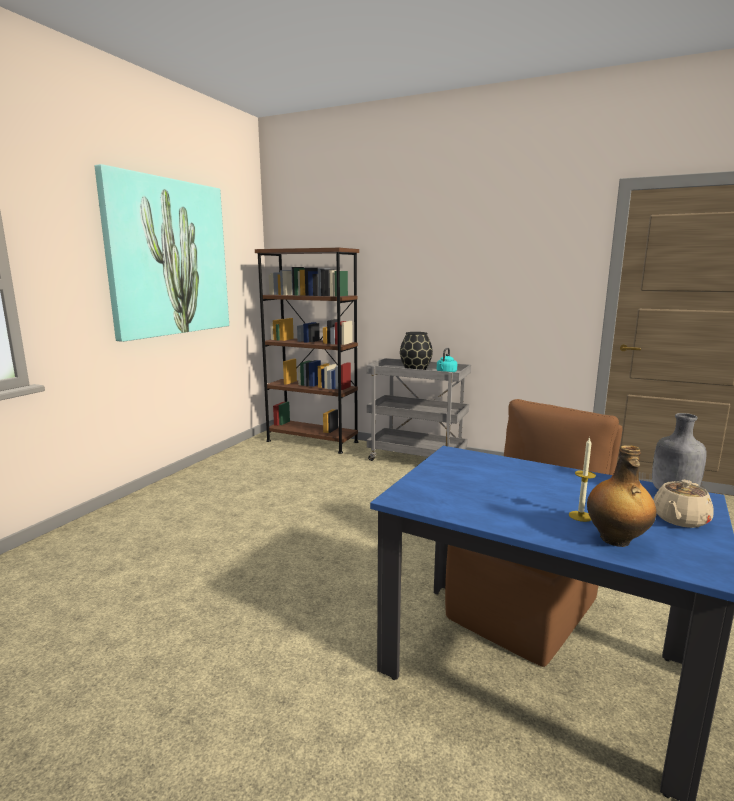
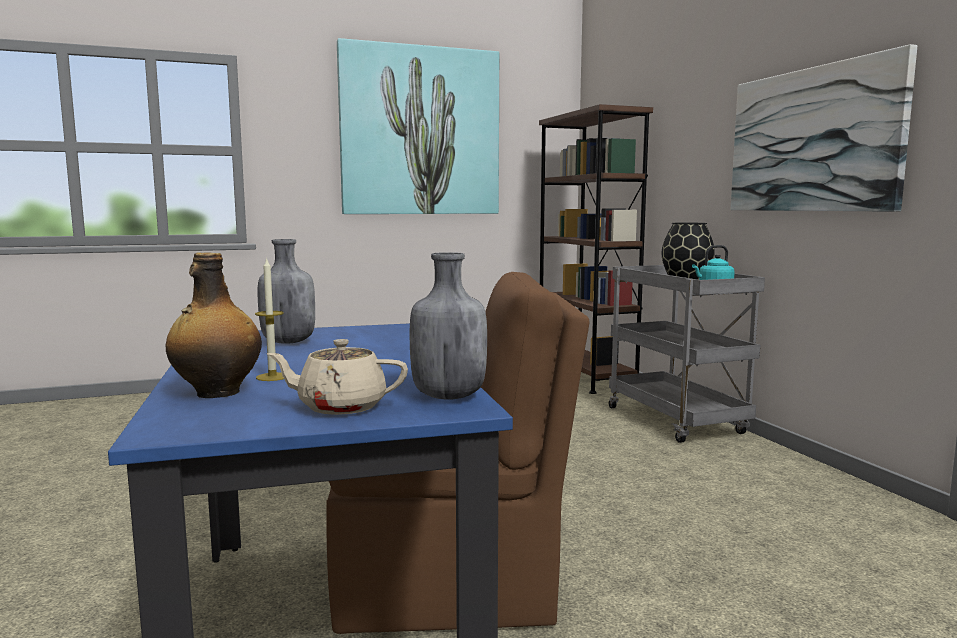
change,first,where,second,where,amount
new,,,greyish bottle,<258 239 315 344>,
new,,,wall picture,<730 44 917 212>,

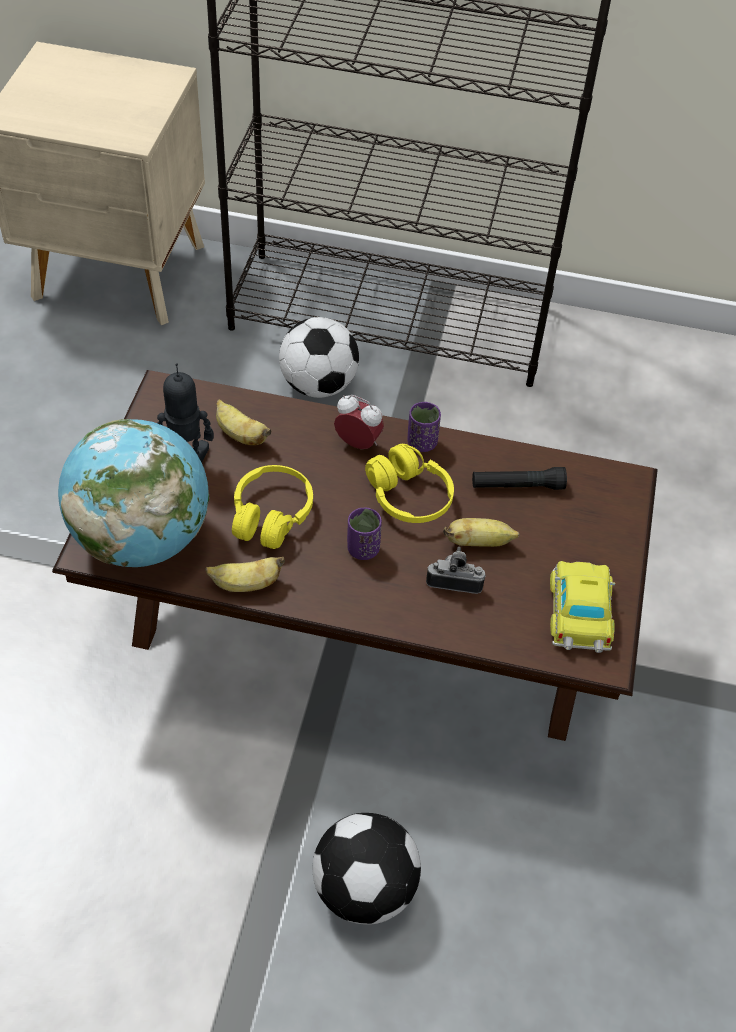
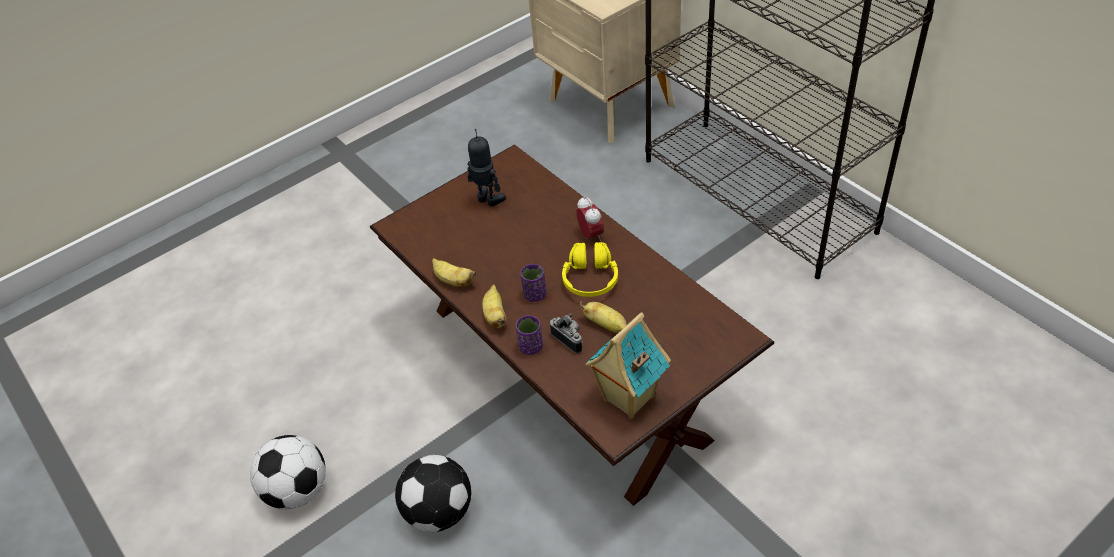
change,first,where,second,where,amount
shifted,ball for football,<279 317 359 398>,,<250 435 326 509>,
shifted,banana,<216 399 271 445>,,<482 285 506 328>,
shifted,purple cup,<407 402 441 452>,,<516 315 543 355>,
swapped,model car,<550 561 615 653>,miniature house,<585 312 671 419>,
gone,globe,<58 419 209 567>,,,
gone,yellow headset,<232 465 313 549>,,,
gone,black hand torch,<472 467 567 490>,,,

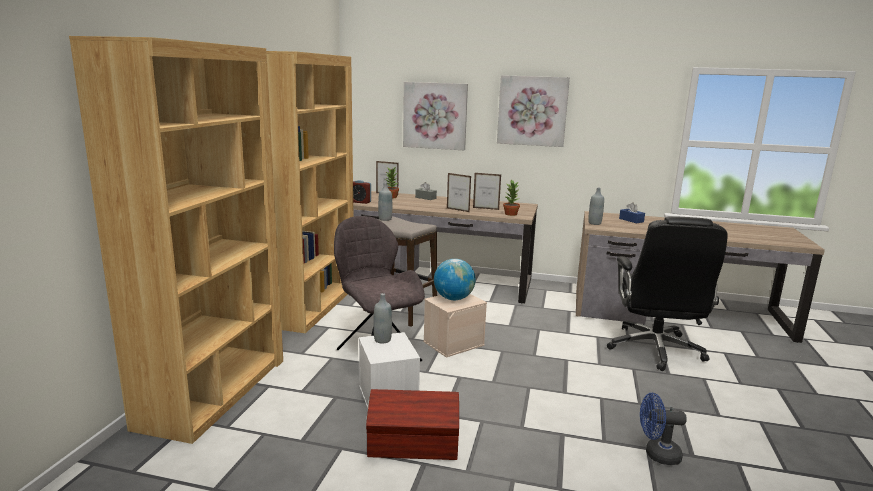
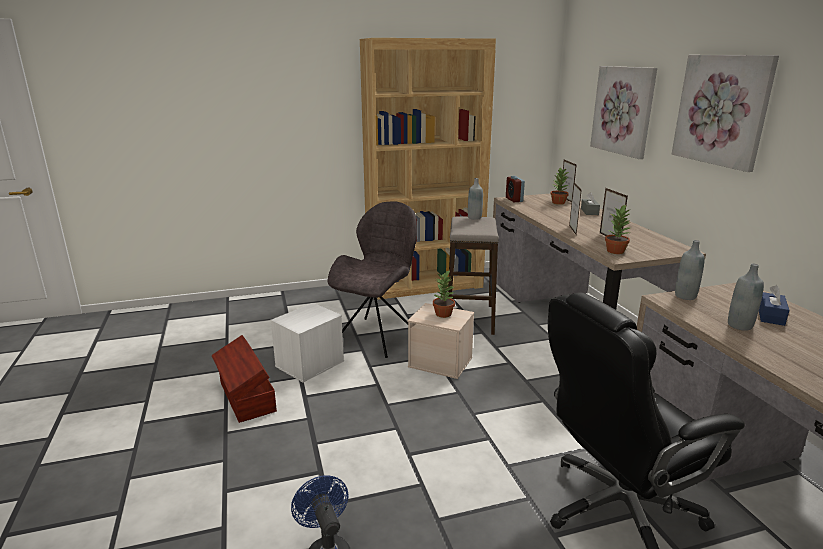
change,first,where,second,where,amount
swapped,globe,<434 259 476 300>,potted plant,<433 270 455 318>,
shifted,greyish bottle,<374 293 392 343>,,<728 263 764 331>,
gone,brown shelving unit,<69 36 283 444>,,,

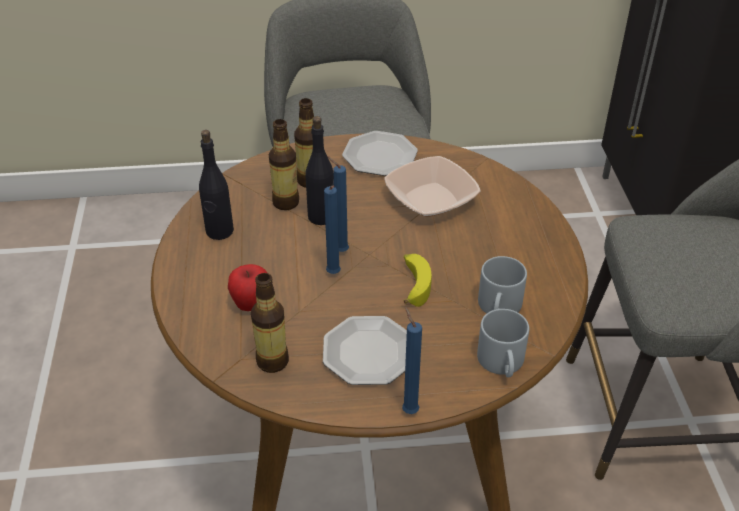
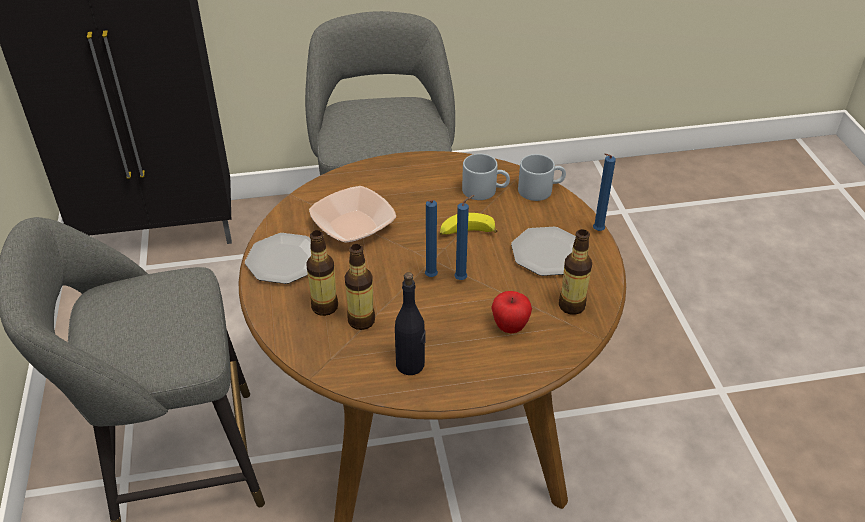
change,first,where,second,where,amount
gone,black bottle,<305 116 334 225>,,,

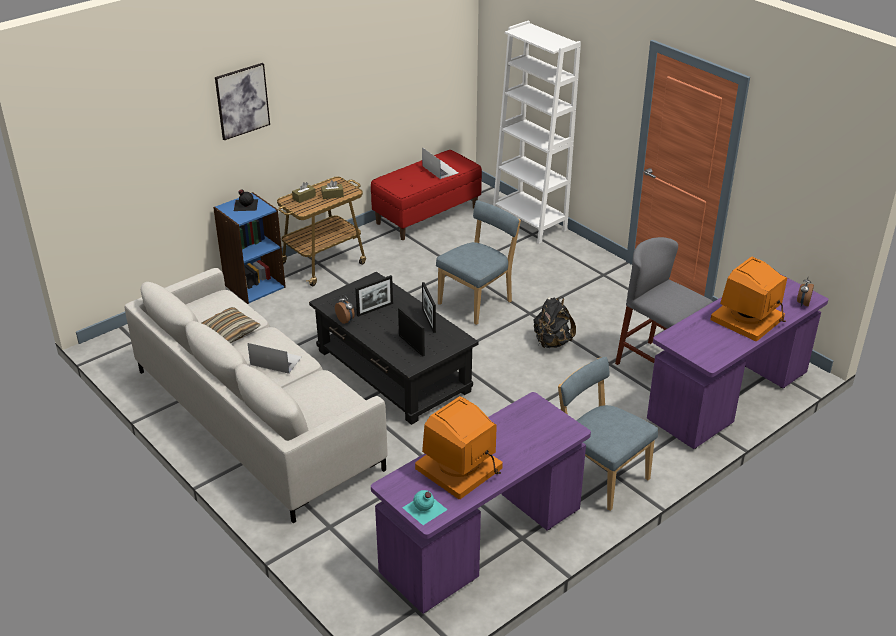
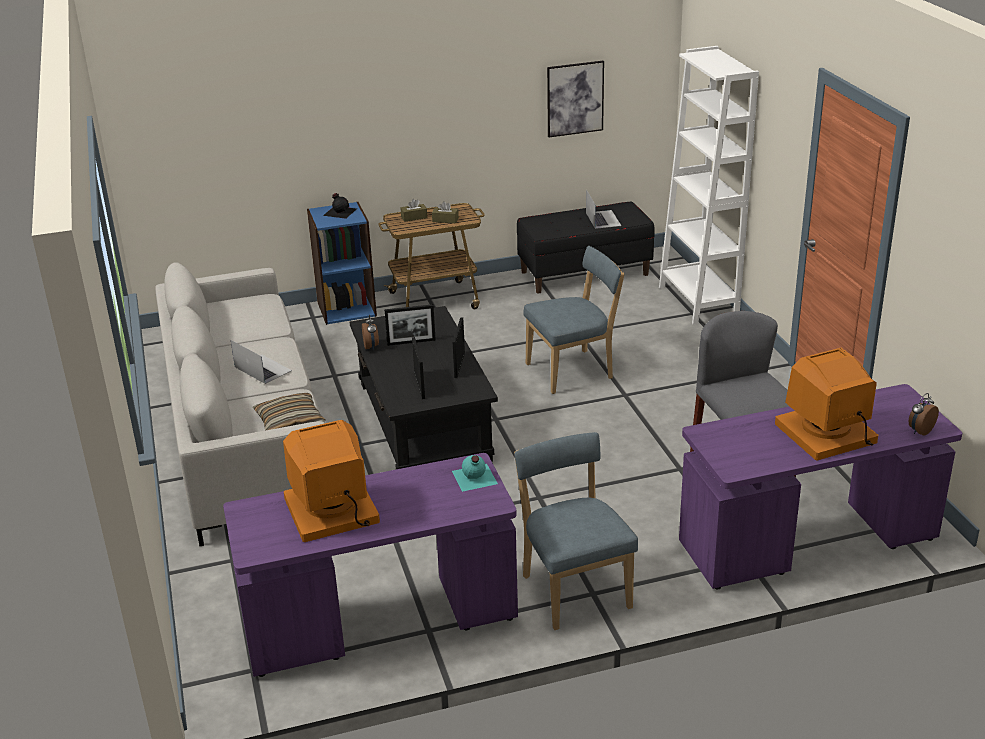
change,first,where,second,where,amount
shifted,cushion,<202 307 260 343>,,<253 393 326 431>,
shifted,blue-green bottle,<402 490 447 525>,,<452 455 498 492>,
repainted,reddish long seat,<371 150 482 240>,black long seat,<517 202 655 294>,
shifted,wall picture,<215 63 270 140>,,<547 61 604 137>,
gone,black backpack,<533 297 576 348>,,,

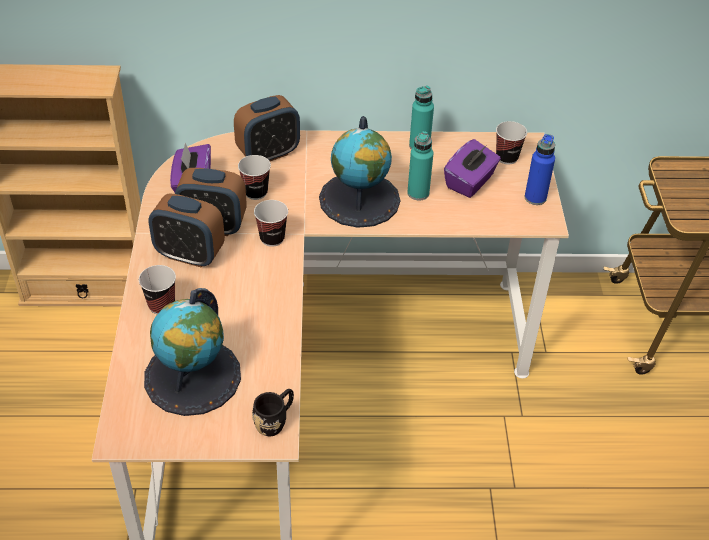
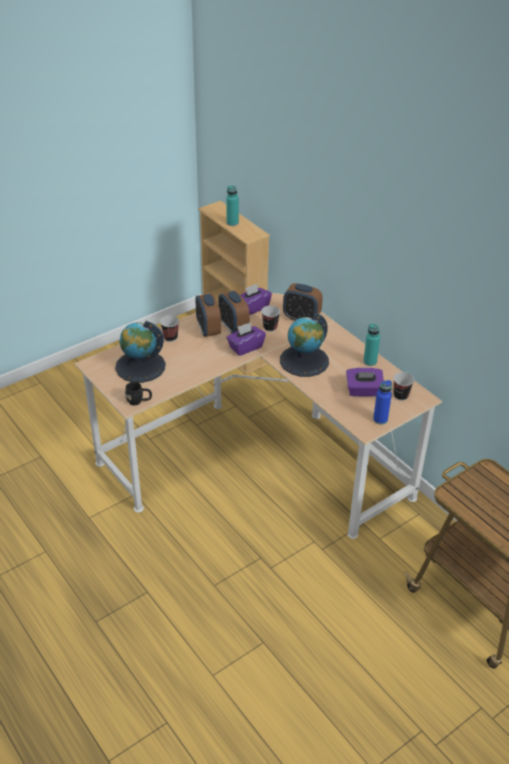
change,first,where,second,where,amount
shifted,blue-green bottle,<407 131 434 201>,,<226 186 239 226>,
swapped,cup,<254 200 288 247>,purple tissue box,<226 322 266 356>,

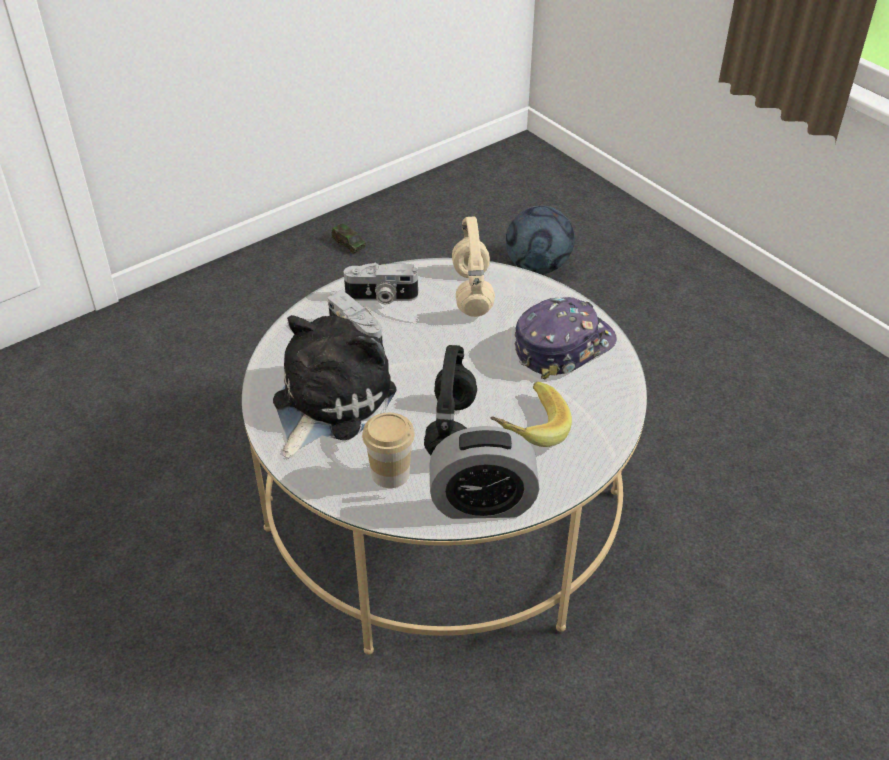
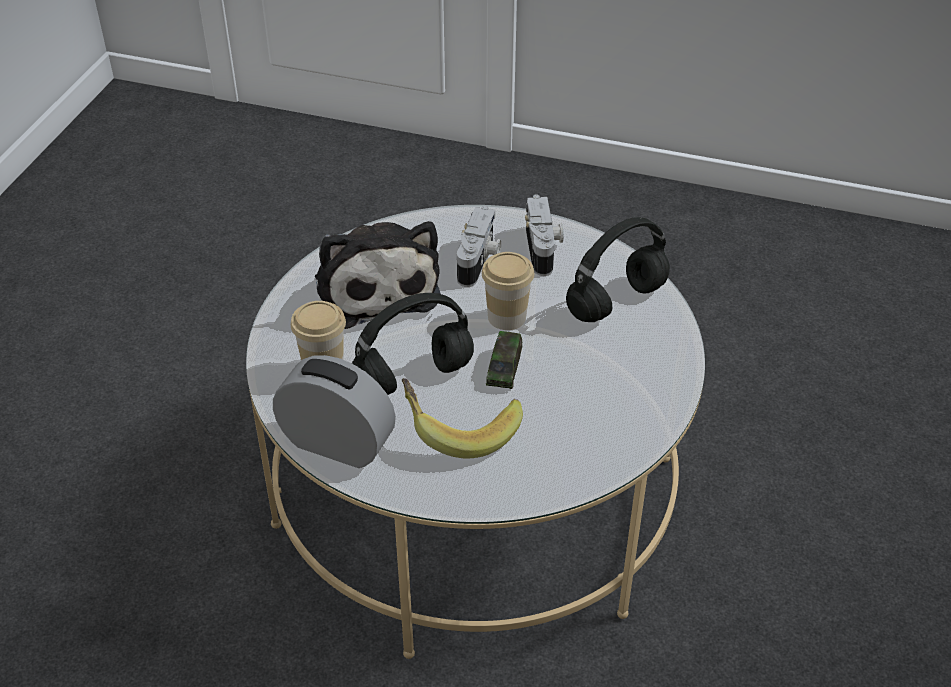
change,first,where,second,where,amount
rotated,table clock,<429 426 540 519>,,<273 355 396 468>,150 degrees clockwise
rotated,plush toy,<273 315 397 458>,,<315 221 441 329>,75 degrees clockwise
new,,,cup,<482 252 534 330>,
shifted,model car,<332 223 366 254>,,<486 331 522 389>,
rotated,photo camera,<344 263 418 304>,,<525 194 563 276>,150 degrees counterclockwise
repainted,beige headset,<452 217 495 317>,black headset,<566 217 670 322>,
gone,ball for football,<506 206 575 275>,,,
gone,peaked cap,<514 297 617 379>,,,

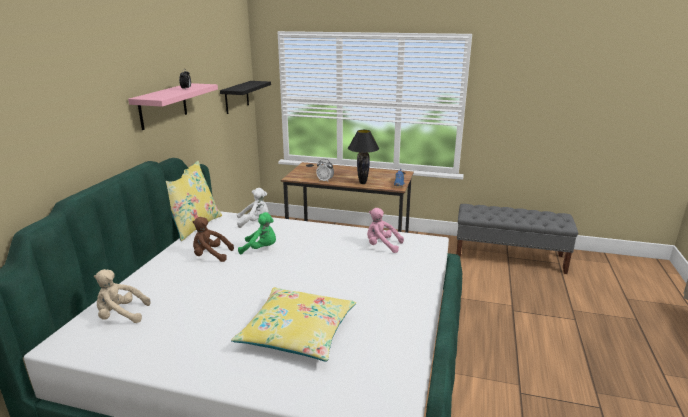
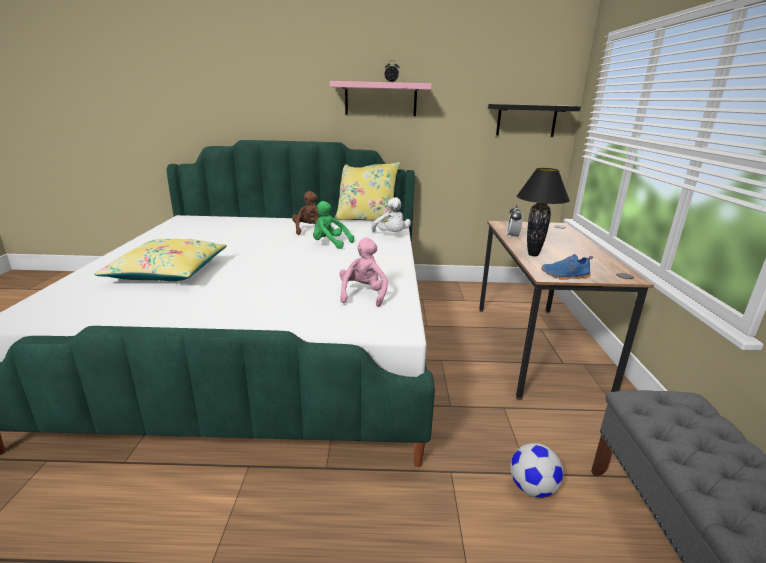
change,first,where,second,where,amount
rotated,green plush toy,<238 212 276 254>,,<313 201 354 249>,120 degrees clockwise
new,,,ball for football,<510 443 564 498>,
gone,beige plush toy,<94 269 151 323>,,,

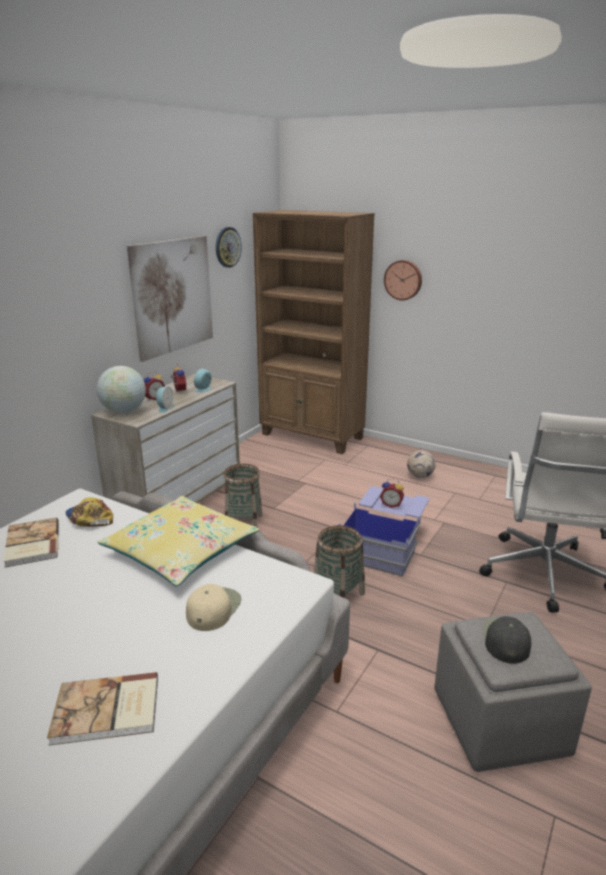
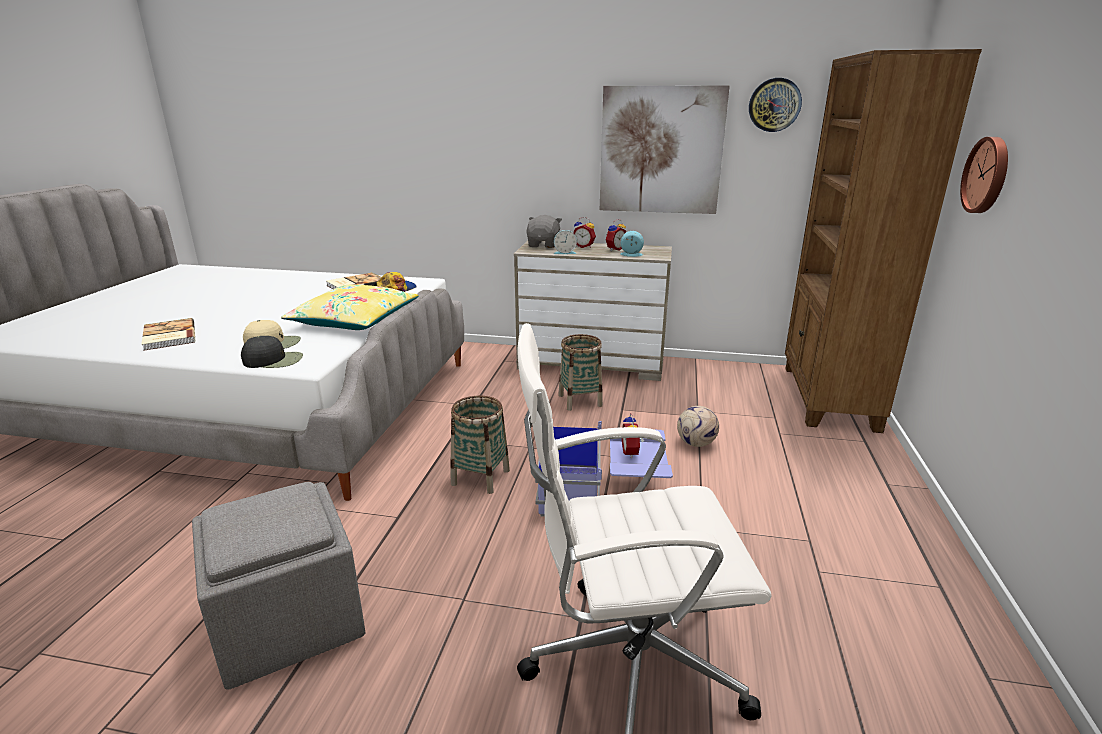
change,first,where,second,where,amount
shifted,black peaked cap,<484 616 531 664>,,<241 336 303 368>,
swapped,globe,<97 366 146 413>,greyish plush toy,<526 215 562 248>,
shifted,ball for football,<407 450 436 478>,,<677 406 719 447>,

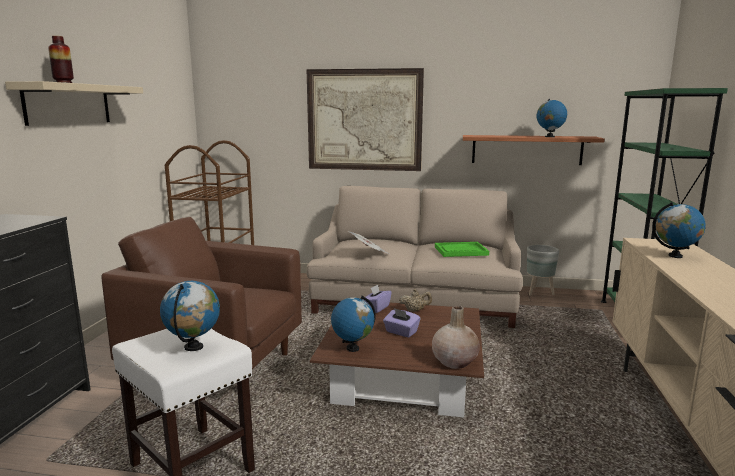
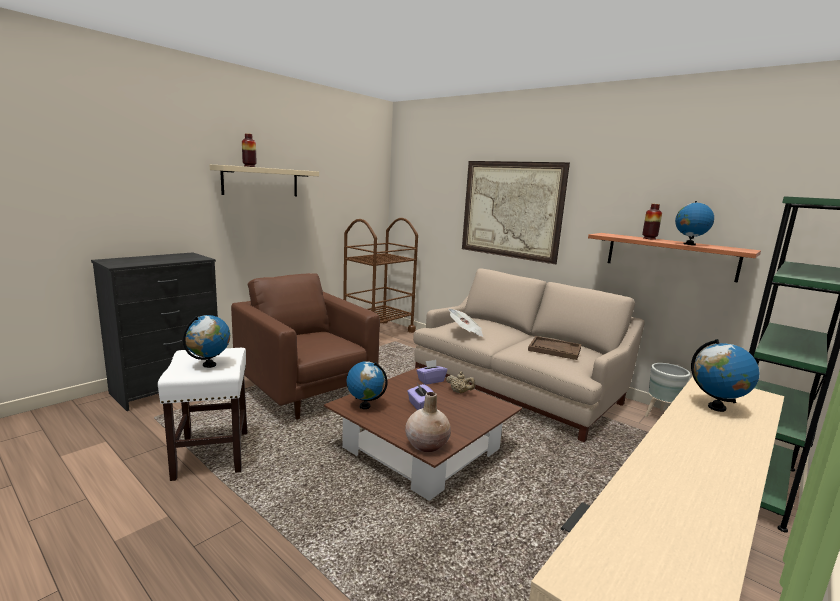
change,first,where,second,where,amount
repainted,green carrying tray,<435 242 489 257>,brown carrying tray,<528 336 582 360>,
new,,,vase,<642 204 662 240>,

